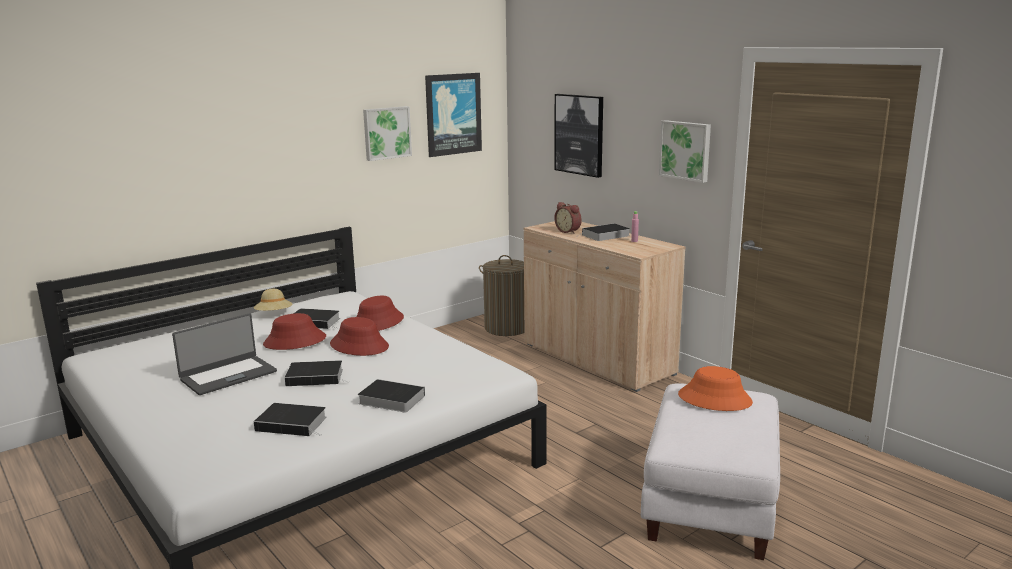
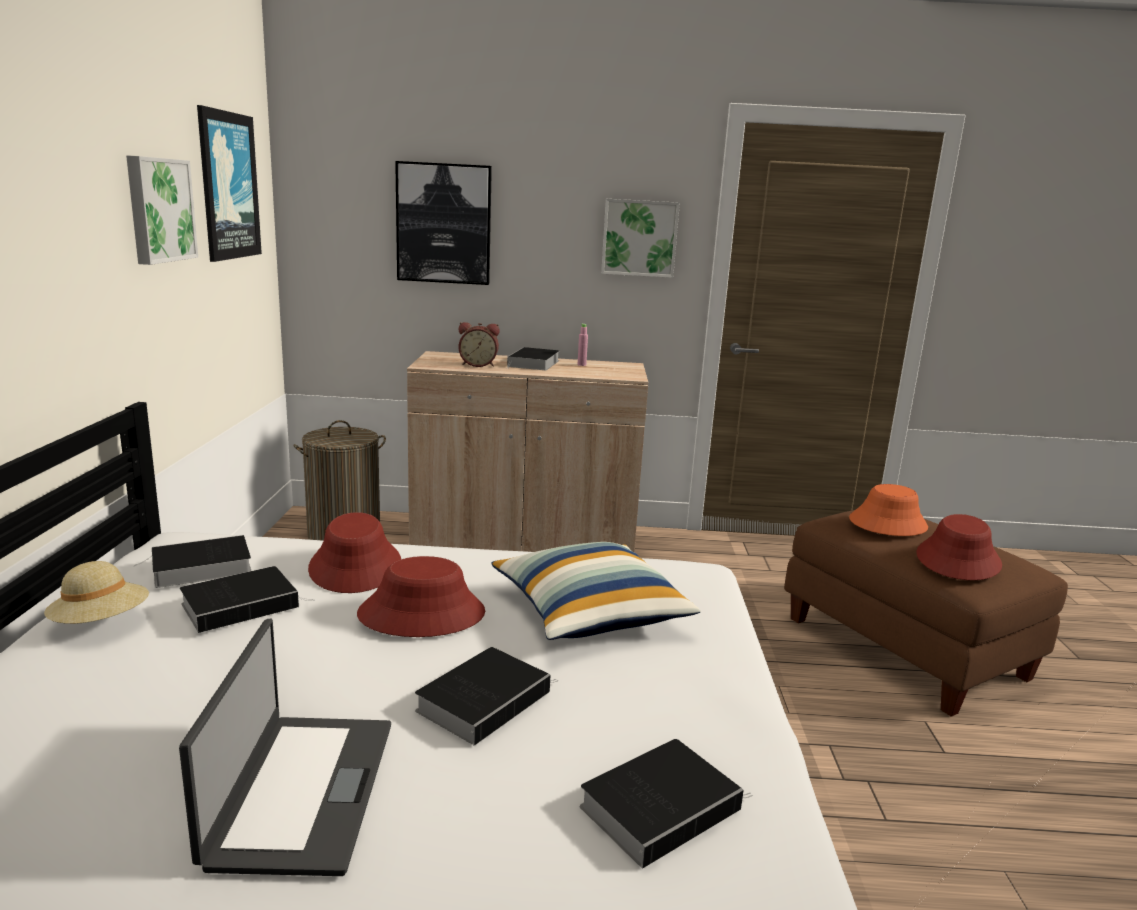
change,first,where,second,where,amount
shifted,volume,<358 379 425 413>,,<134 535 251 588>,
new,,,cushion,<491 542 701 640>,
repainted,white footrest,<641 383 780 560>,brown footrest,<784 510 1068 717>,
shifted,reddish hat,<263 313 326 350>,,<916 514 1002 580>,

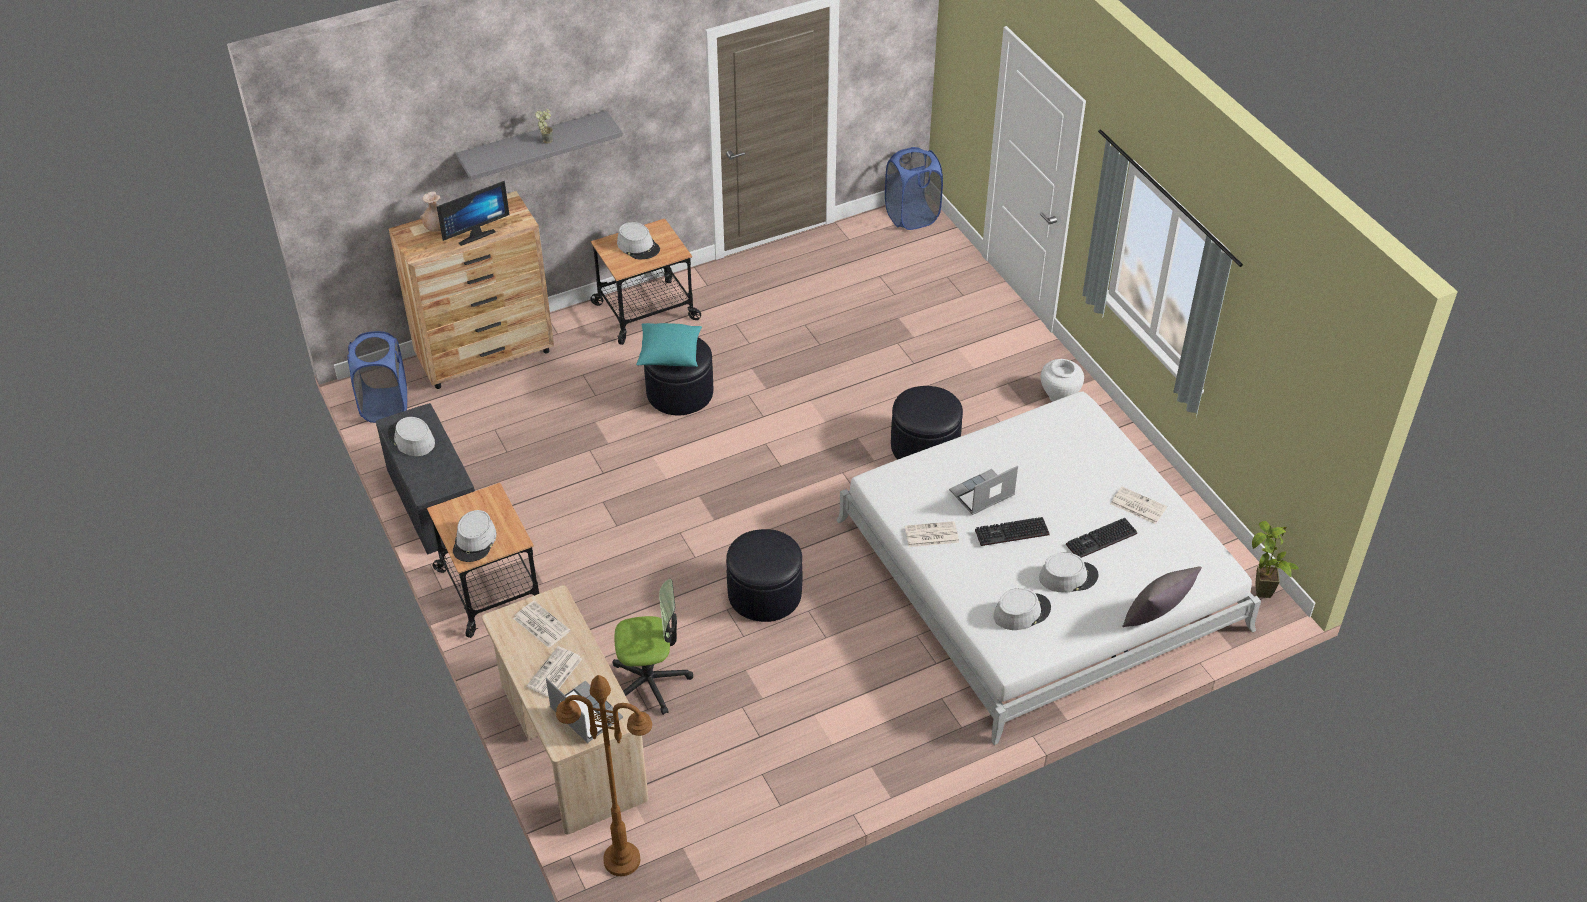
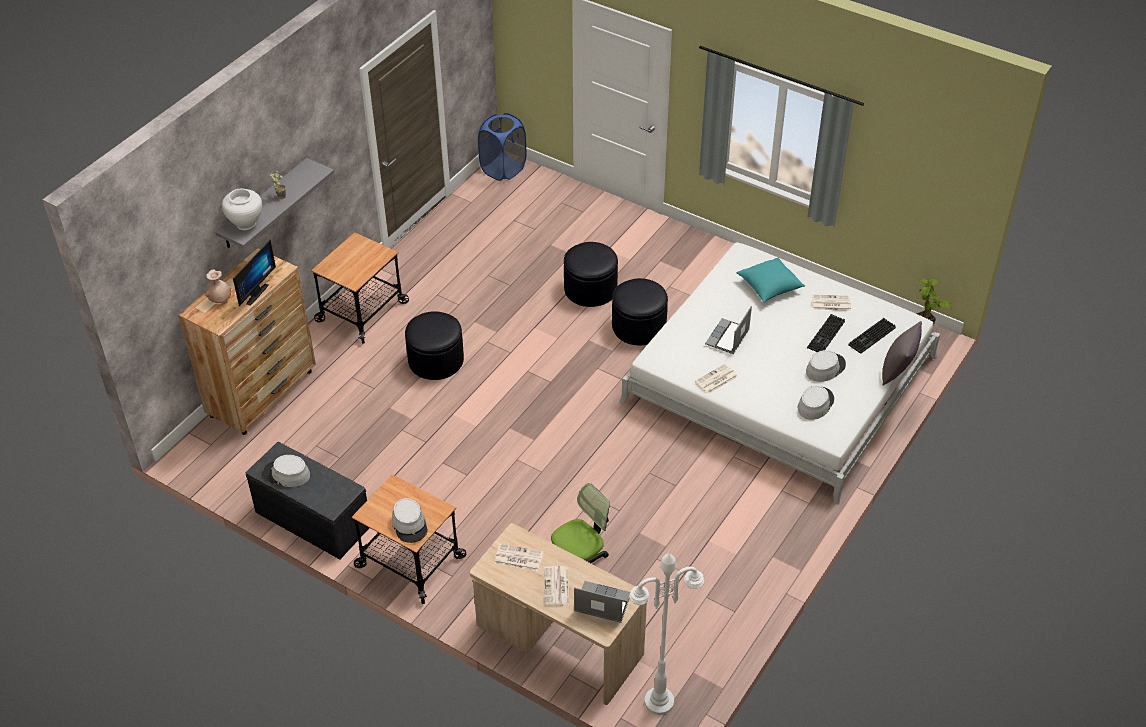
change,first,where,second,where,amount
shifted,white vase,<1041 359 1084 402>,,<222 189 262 230>,
shifted,black footrest,<726 529 802 622>,,<564 242 618 307>,
repainted,brown standing lamp,<556 675 652 876>,white standing lamp,<629 553 704 715>,
shifted,blue-green cushion,<636 323 702 367>,,<736 257 805 302>,
shifted,keyboard,<975 517 1050 546>,,<848 318 896 354>,
gone,bluish washing basket,<347 331 407 423>,,,
gone,greyish hat,<617 222 660 259>,,,

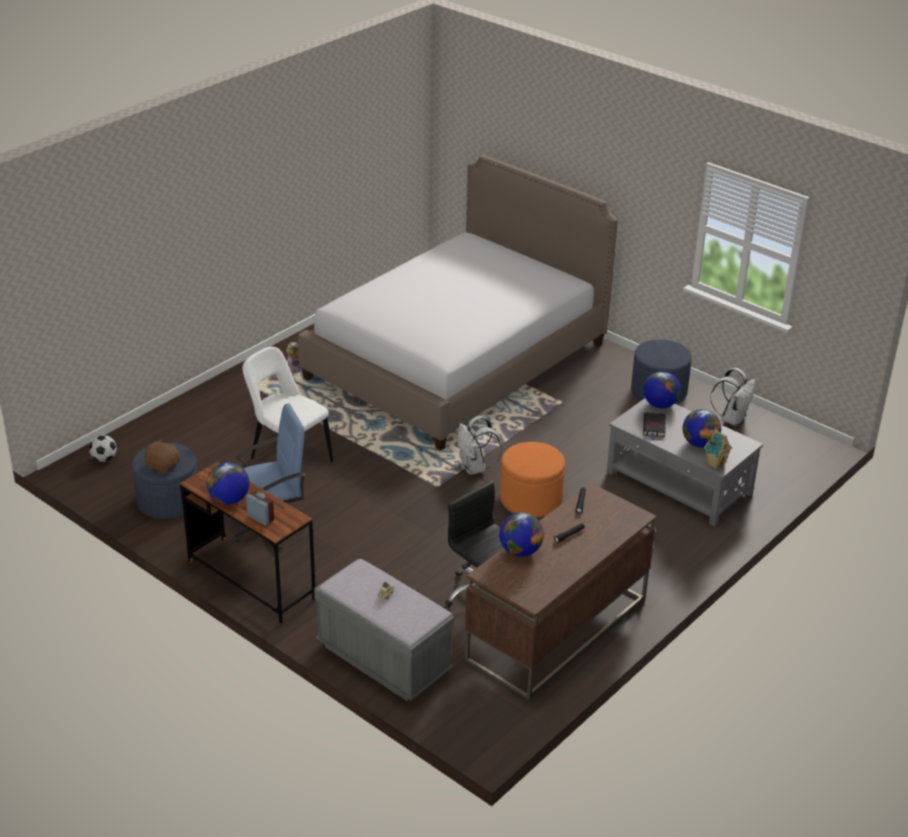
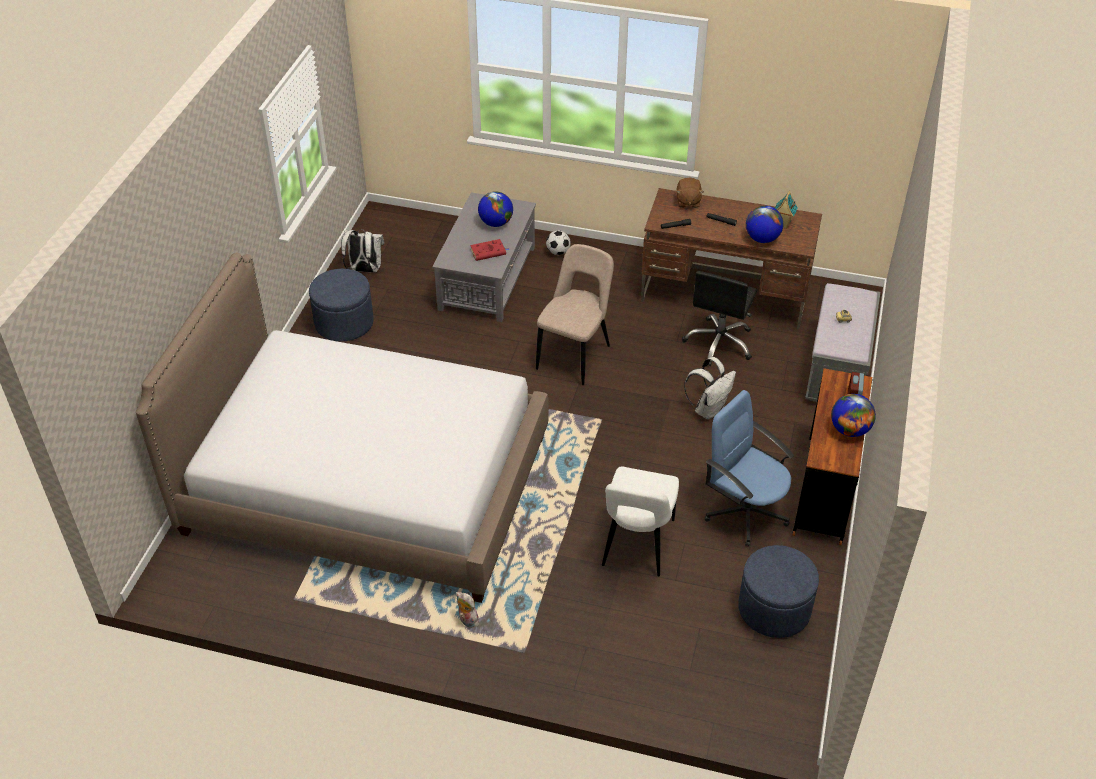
change,first,where,second,where,amount
repainted,black volume,<643 412 666 440>,reddish volume,<470 239 510 261>,
swapped,orange-coloured footrest,<500 442 565 517>,beige chair,<536 244 614 385>,
shifted,ball for football,<89 435 117 462>,,<546 230 571 255>,
shifted,brown plush toy,<143 439 180 474>,,<676 177 704 208>,
shifted,white backpack,<457 416 502 475>,,<684 357 736 420>,
shifted,miniature house,<704 430 732 469>,,<775 191 798 229>,
gone,globe,<643 372 681 408>,,,

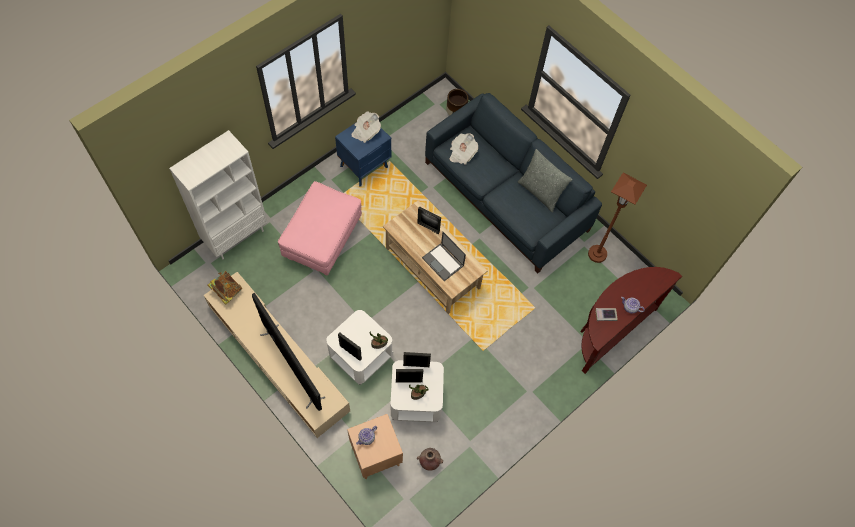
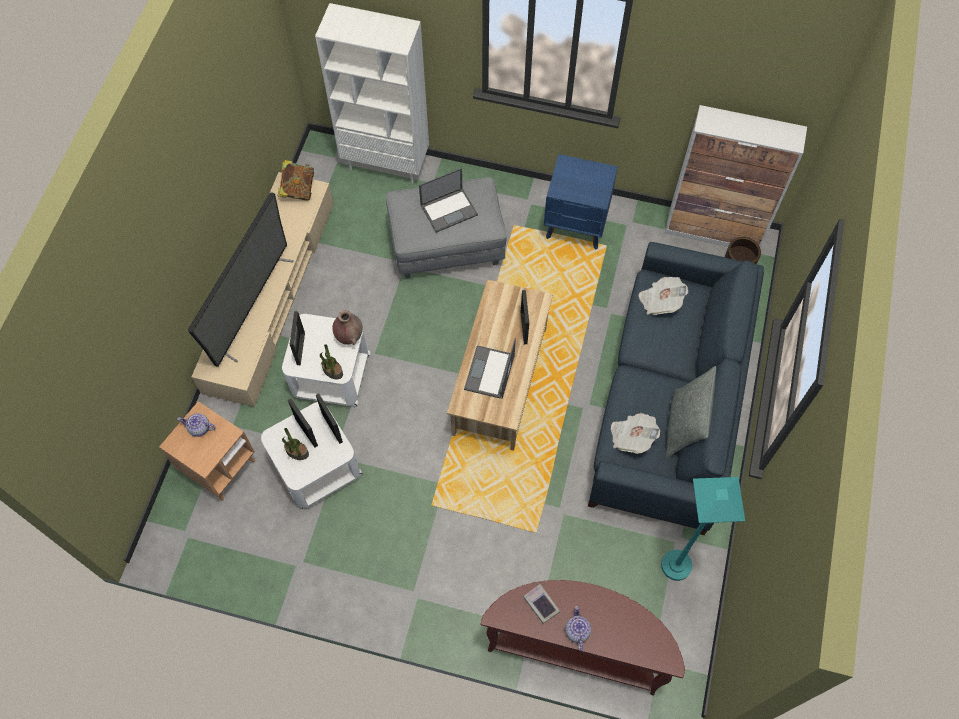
change,first,where,second,where,amount
shifted,brown vase,<417 448 443 471>,,<332 310 363 345>,
repainted,pink-coloured footrest,<278 181 362 276>,greyish footrest,<386 177 507 279>,
new,,,notebook computer,<419 168 478 233>,
shifted,daily paper,<351 112 381 143>,,<611 413 660 454>,
repainted,brown standing lamp,<588 173 647 263>,blue-green standing lamp,<661 477 745 581>,
new,,,storage cabinet,<665 105 807 248>,

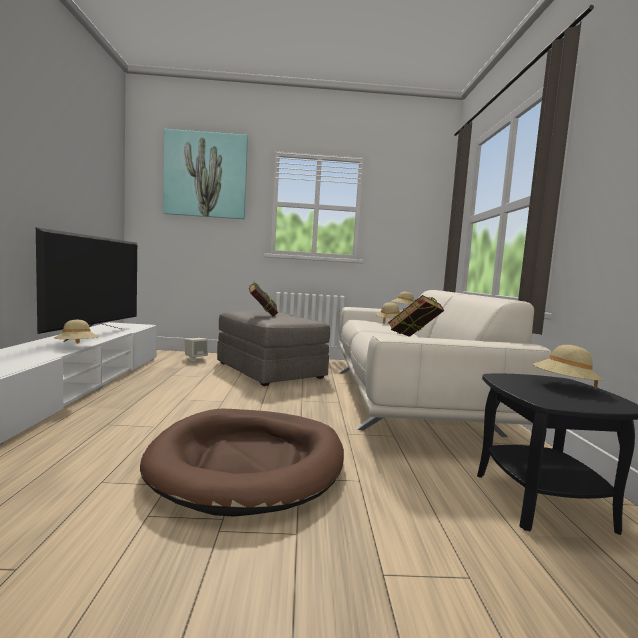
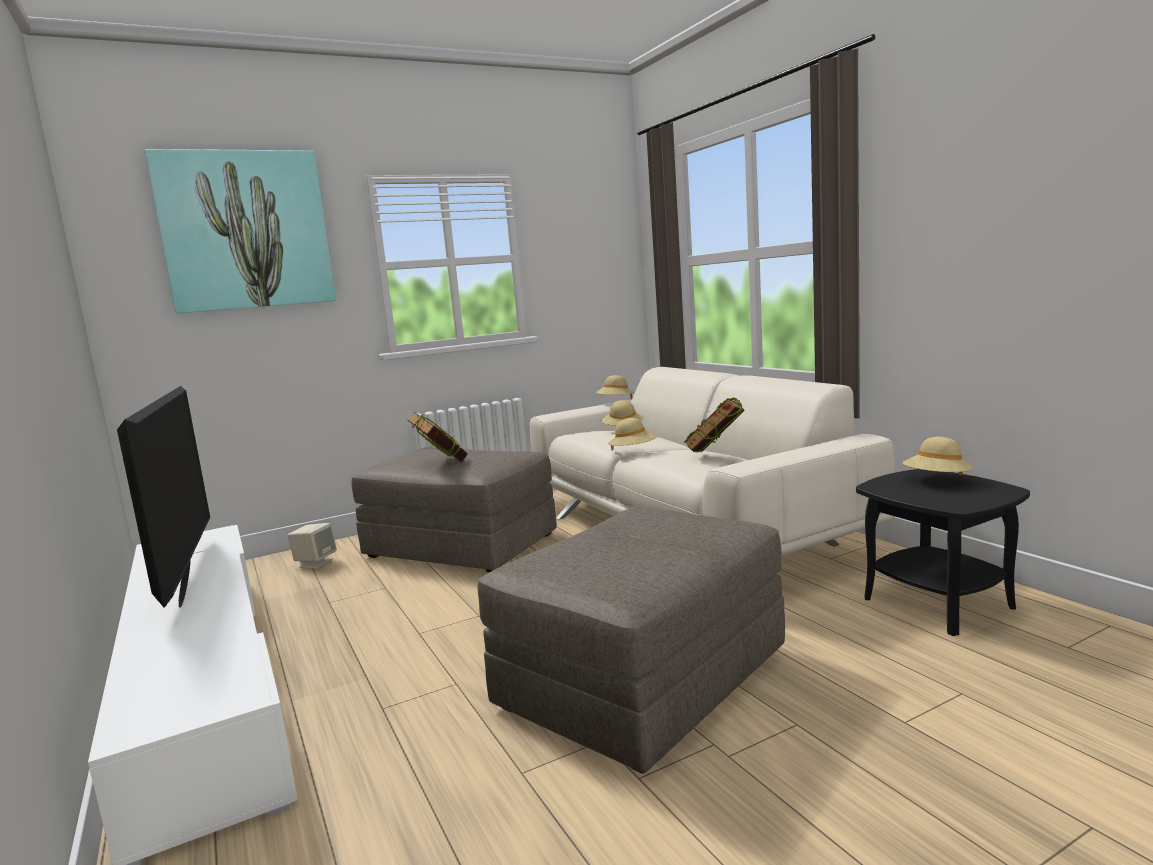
change,first,where,second,where,amount
swapped,brown pet bed,<140 409 344 517>,greyish footrest,<477 505 785 774>,
shifted,beige hat,<54 320 99 344>,,<608 418 657 451>,

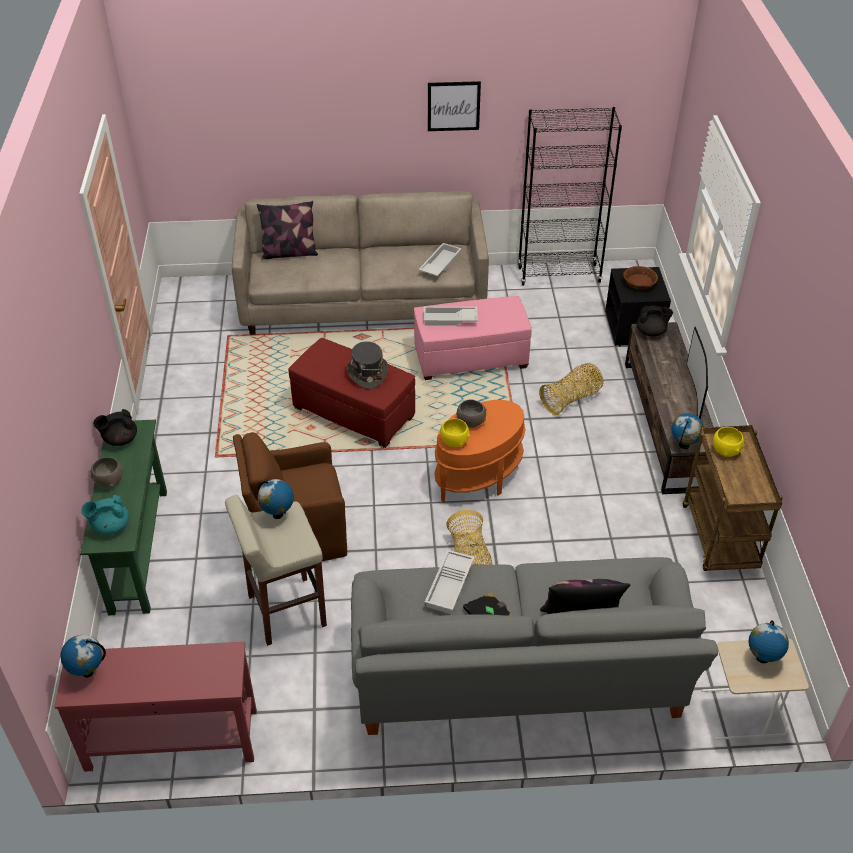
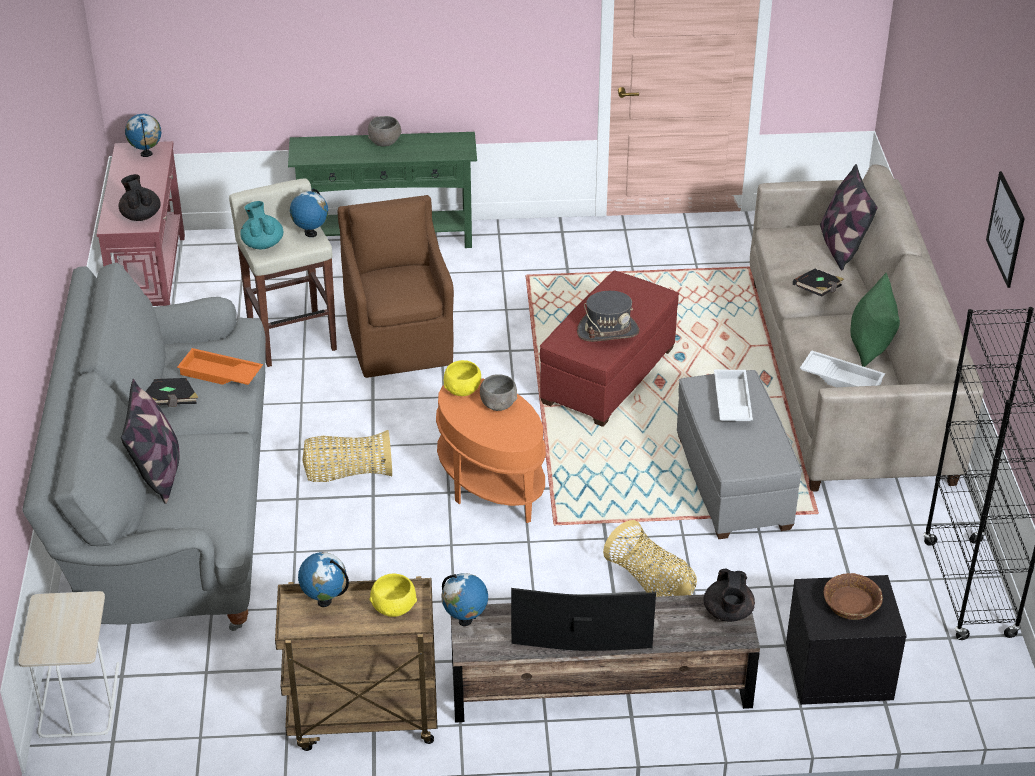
change,first,where,second,where,amount
shifted,black pot for tea,<93 409 137 446>,,<119 174 161 221>,
repainted,white carrying tray,<425 550 474 614>,orange-coloured carrying tray,<177 348 263 385>,
shifted,blue-green pot for tea,<81 495 129 535>,,<240 201 283 249>,
shifted,globe,<748 620 789 663>,,<298 552 349 607>,
repainted,pink-coloured footrest,<414 296 532 380>,greyish footrest,<677 370 802 539>,
new,,,black volume,<793 269 844 297>,
new,,,green cushion,<851 273 900 367>,

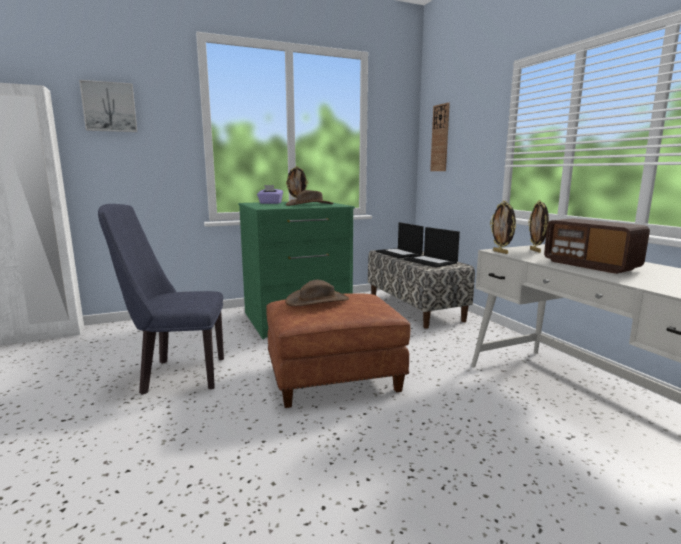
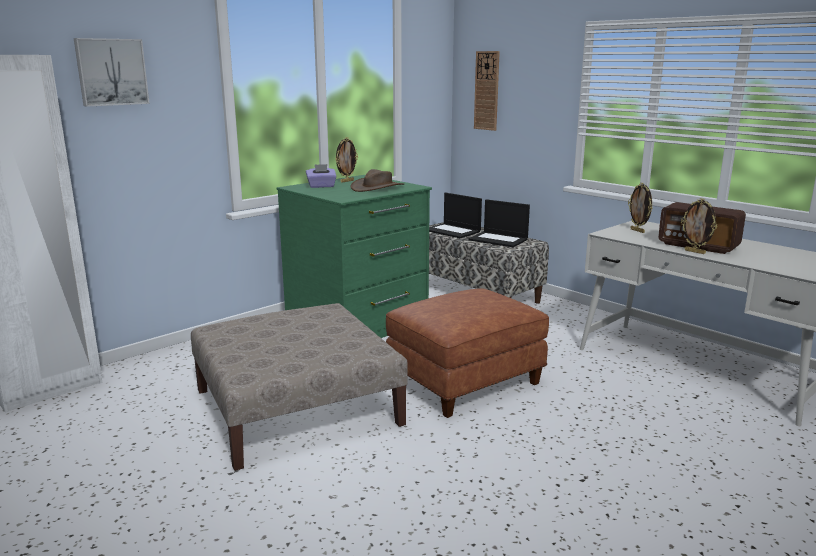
change,first,where,second,where,amount
swapped,bluish chair,<98 204 224 395>,beige footrest,<191 303 408 471>,
shifted,picture frame,<490 201 516 254>,,<681 198 717 254>,
gone,brown hat,<285 280 349 306>,,,

